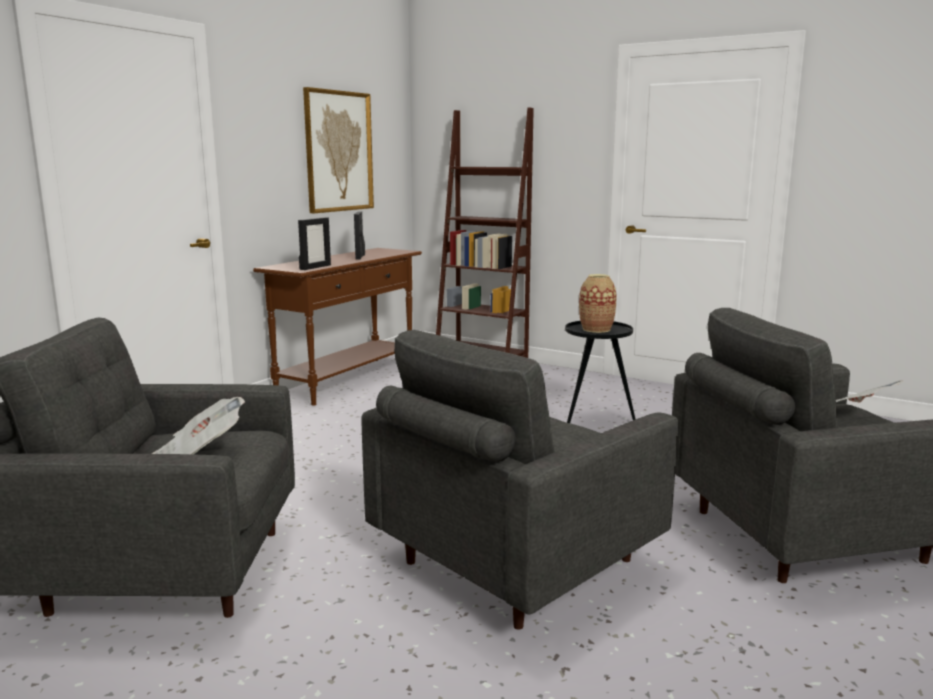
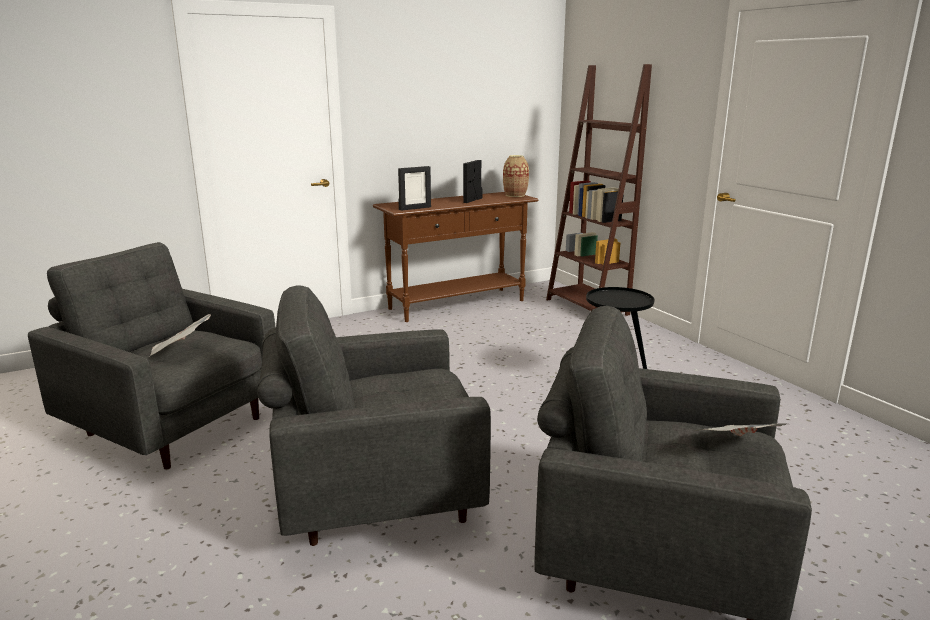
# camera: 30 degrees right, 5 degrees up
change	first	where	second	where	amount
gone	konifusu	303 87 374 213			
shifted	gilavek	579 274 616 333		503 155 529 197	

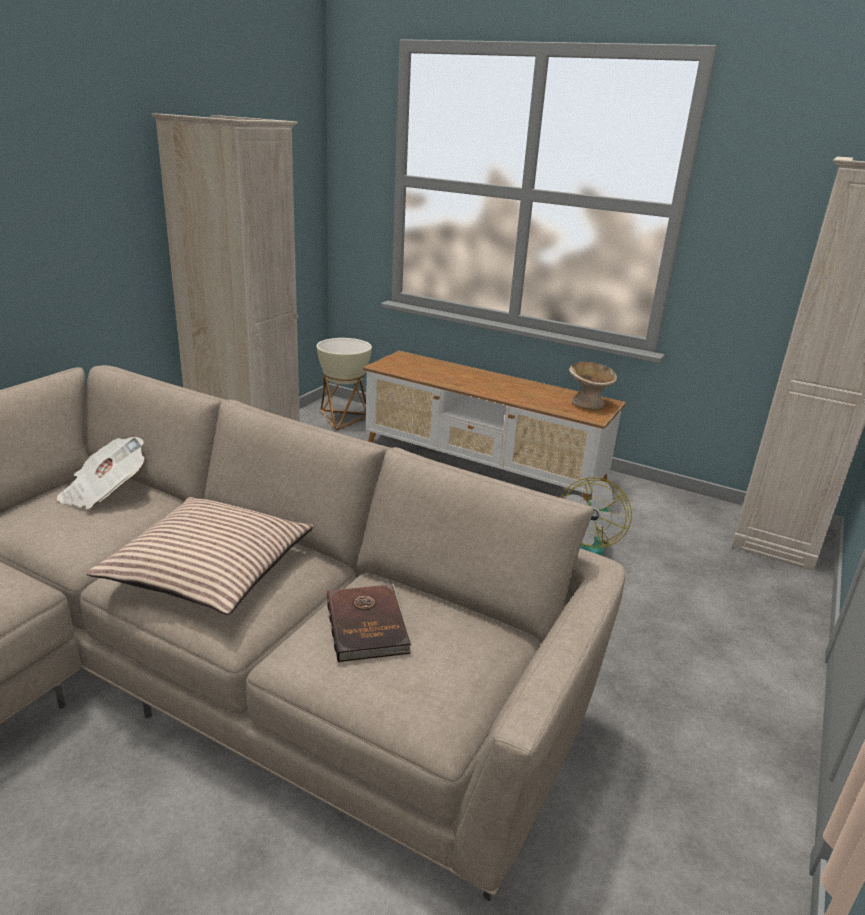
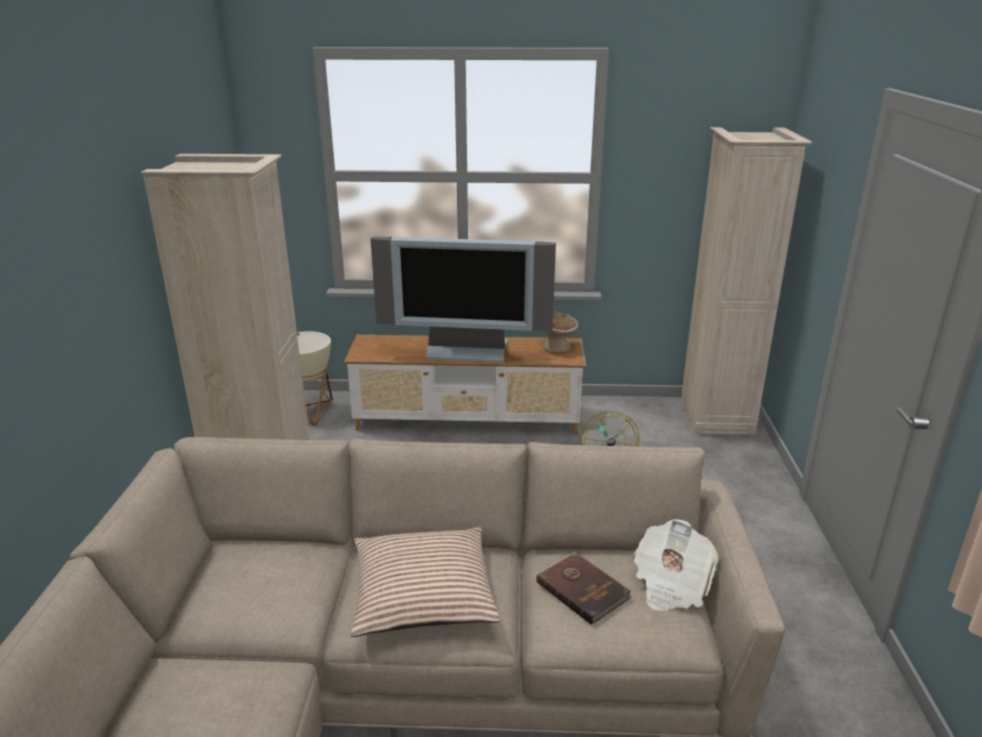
# camera: 25 degrees left, 0 degrees up
change	first	where	second	where	amount
shifted	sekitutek	57 437 144 509		633 519 719 611	
new			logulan	370 237 556 362	

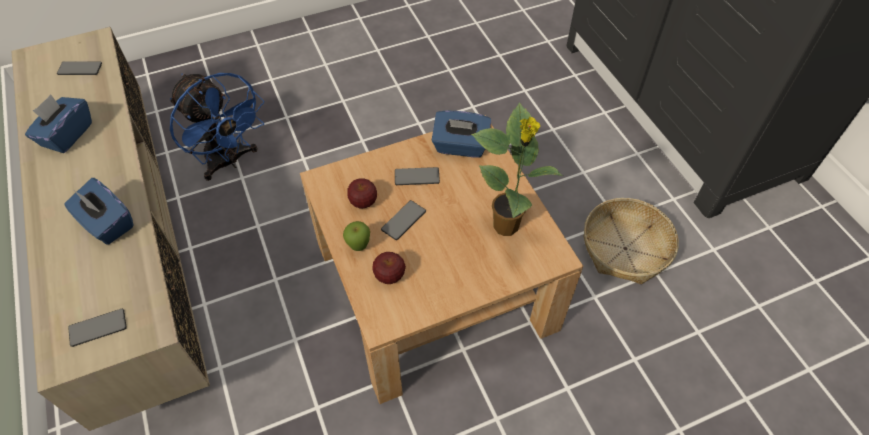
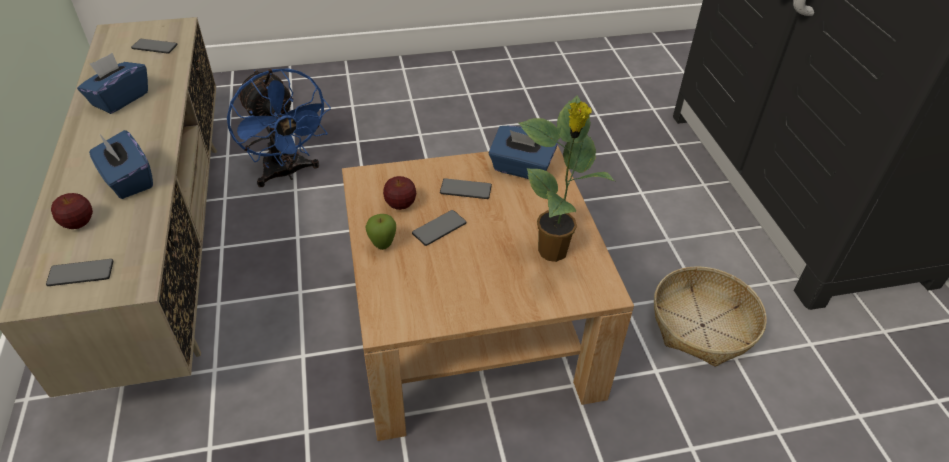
# camera: 10 degrees right, 10 degrees down
change	first	where	second	where	amount
shifted	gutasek	372 252 406 284		51 193 93 229	

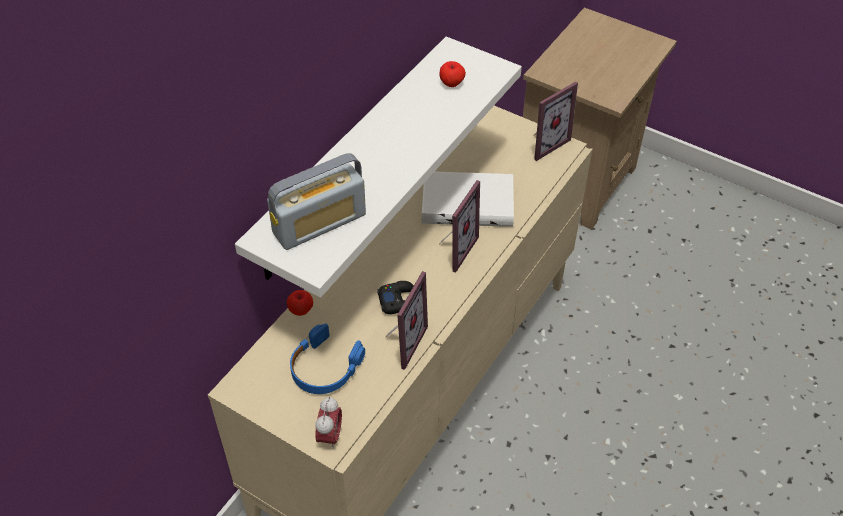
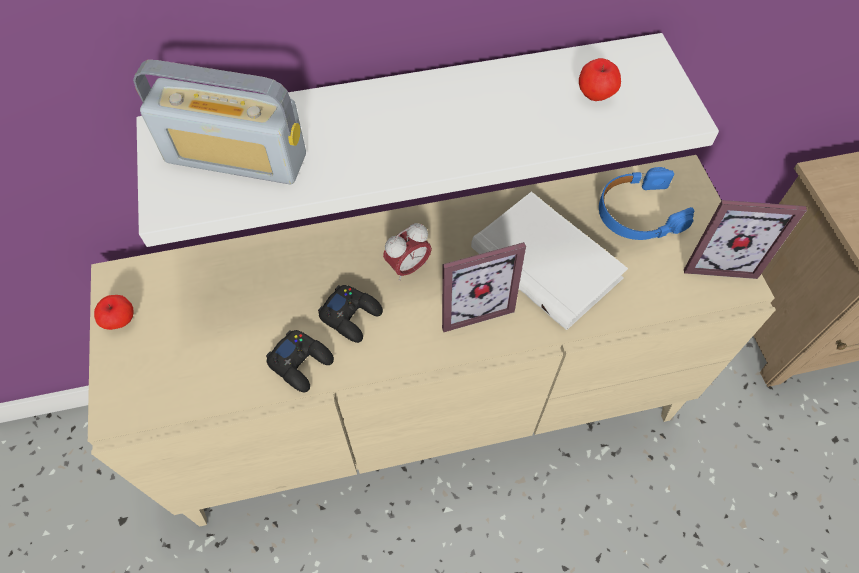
# camera: 45 degrees right, 10 degrees up
change	first	where	second	where	amount
shifted	gutasek	287 290 313 316		94 295 134 330	
shifted	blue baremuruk	290 323 365 394		599 167 694 240	
shifted	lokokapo	315 397 342 450		383 223 432 281	
swapped	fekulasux	386 271 428 370	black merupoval	266 330 334 392	

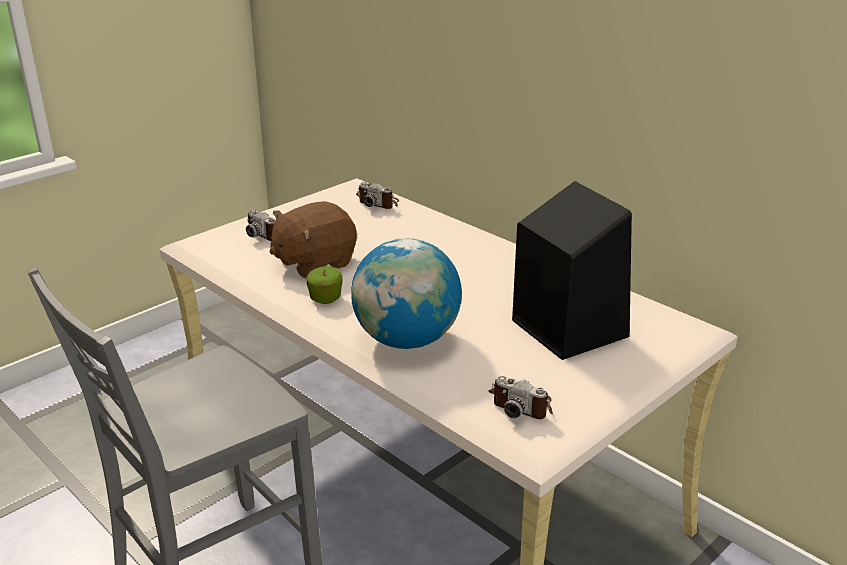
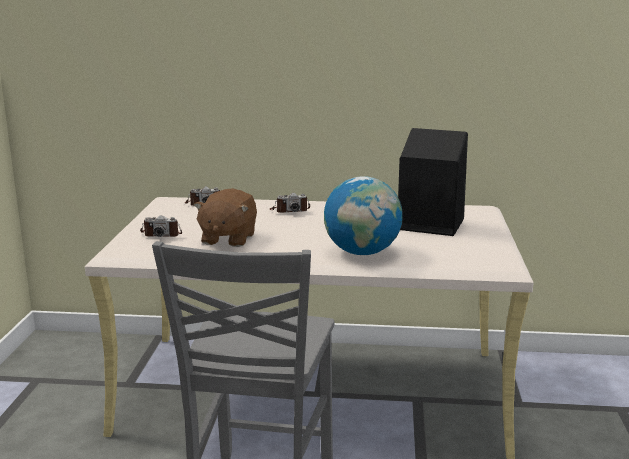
# camera: 40 degrees left, 10 degrees down
change	first	where	second	where	amount
gone	gutasek	307 266 343 304			
shifted	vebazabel	488 376 553 419		270 193 310 213	

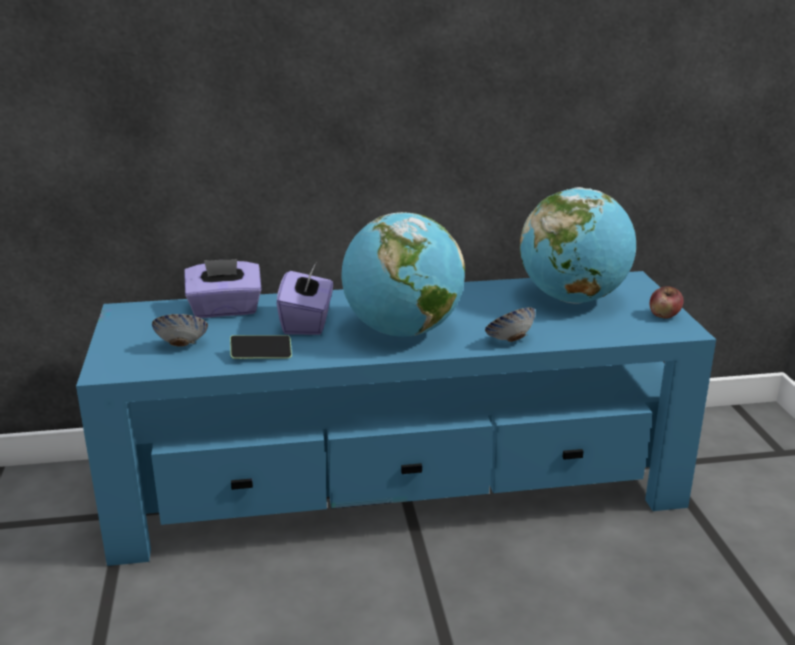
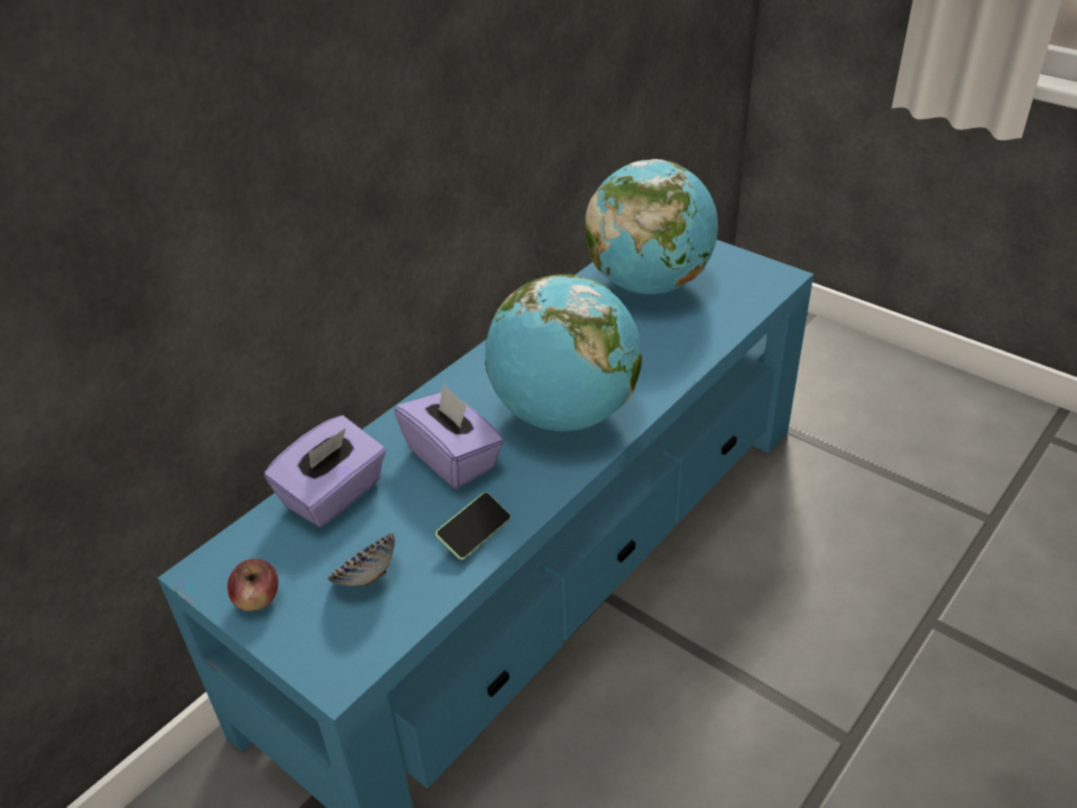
# camera: 40 degrees left, 15 degrees up
change	first	where	second	where	amount
gone	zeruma	485 307 536 342			
shifted	gutasek	650 286 683 319		227 559 278 611	

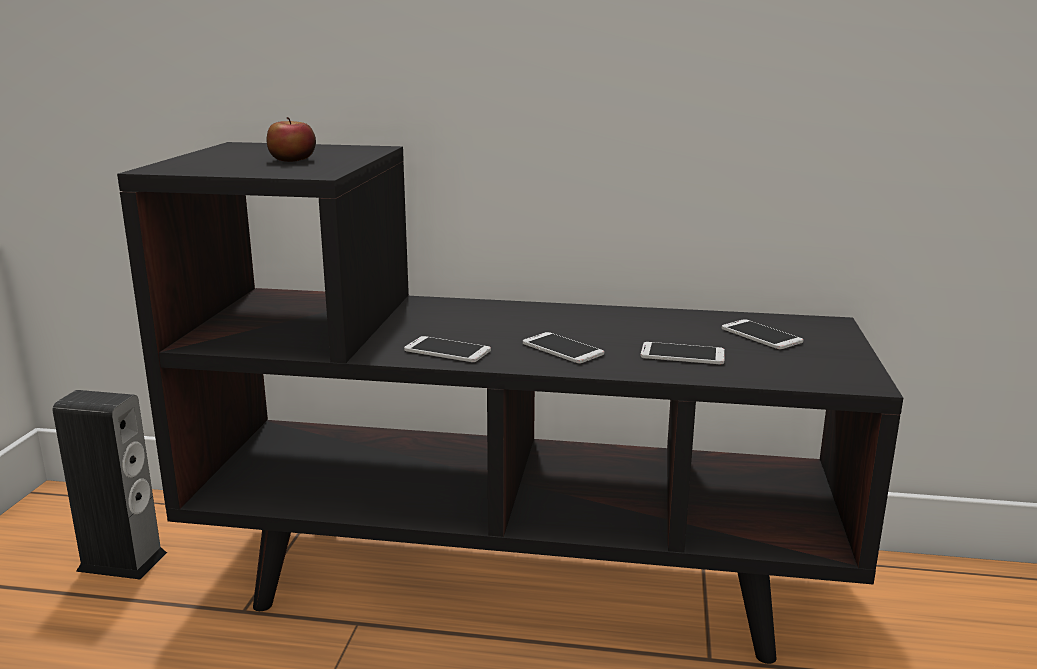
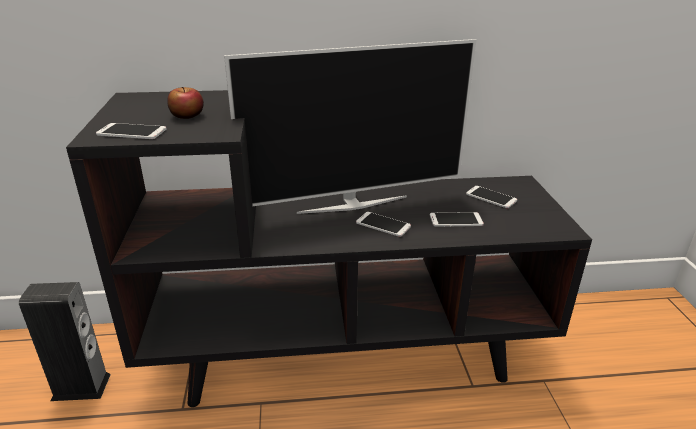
# camera: 15 degrees left, 10 degrees up
change	first	where	second	where	amount
shifted	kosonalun	404 336 491 362		96 123 167 139	
new			logulan	224 39 476 214	

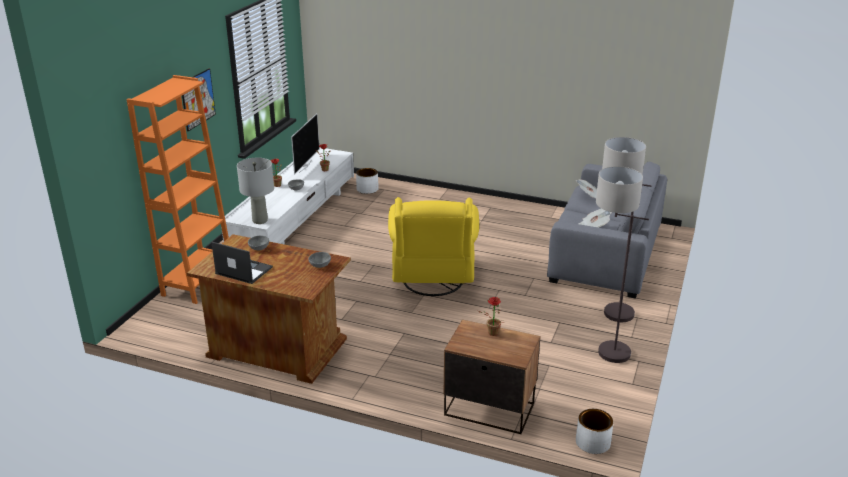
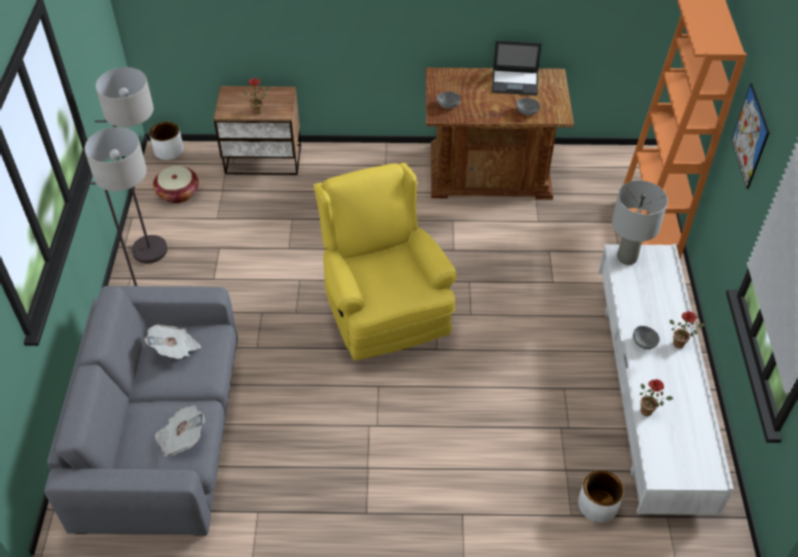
# camera: 160 degrees right, 20 degrees up
change	first	where	second	where	amount
gone	logulan	291 113 319 174			
new			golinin	153 166 199 203	

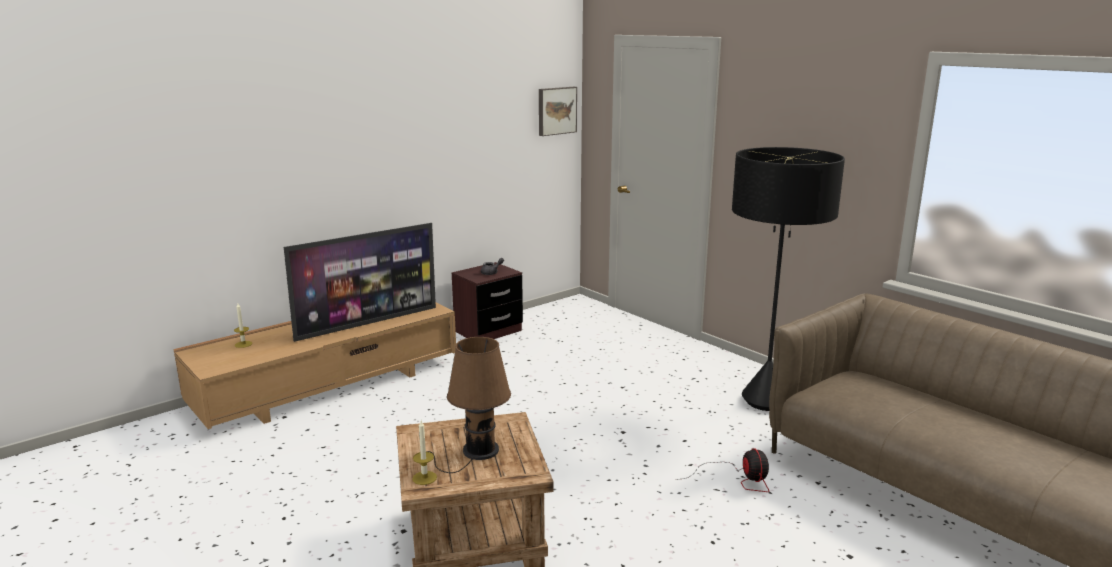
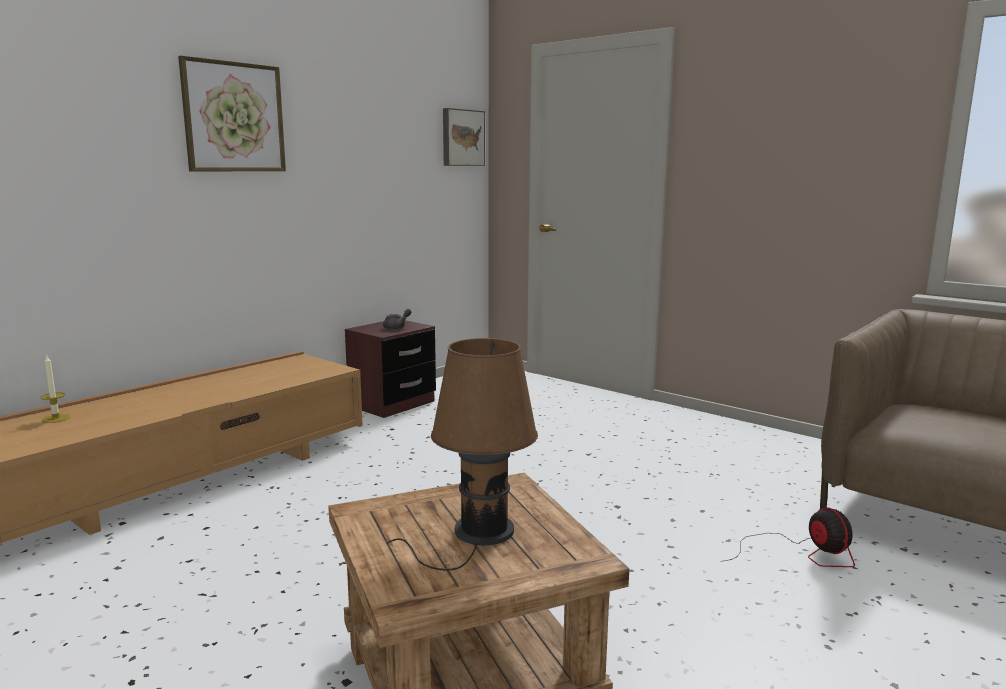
# camera: 10 degrees left, 5 degrees down
change	first	where	second	where	amount
gone	logulan	284 223 436 342			
gone	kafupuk	412 421 437 485			
gone	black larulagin	732 147 845 411			
new			konifusu	178 55 286 171	

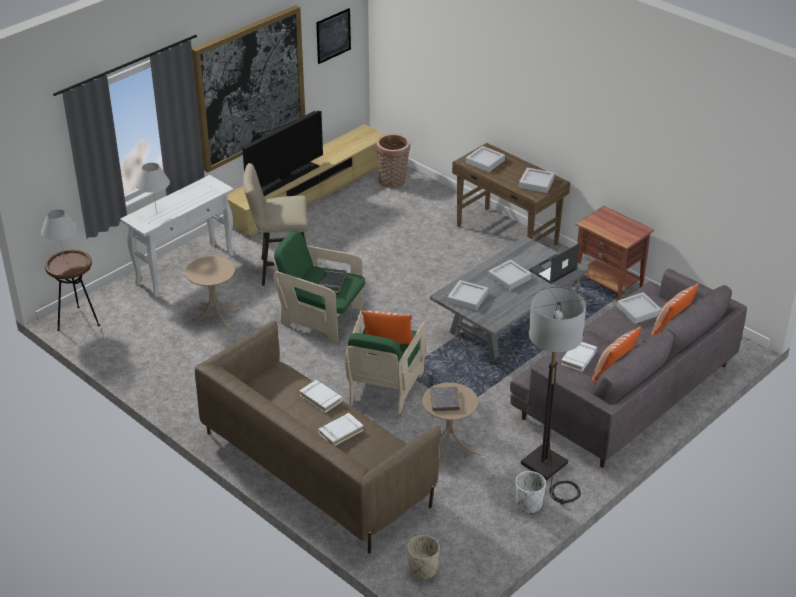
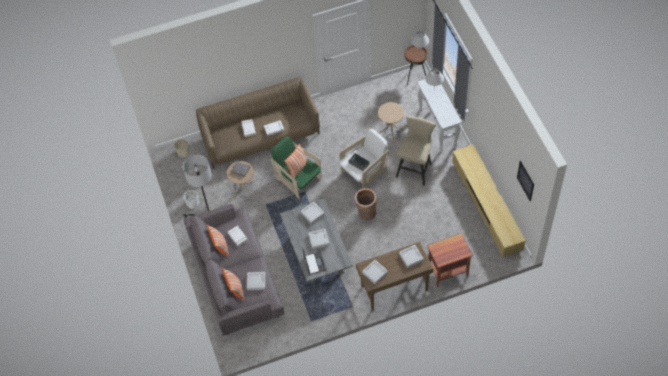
# camera: 120 degrees right, 20 degrees up
change	first	where	second	where	amount
gone	konifusu	192 5 305 172			
gone	logulan	242 111 323 196			
repainted	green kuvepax	273 231 365 343	white kuvepax	339 129 389 189	
shifted	golinin	376 134 410 188		355 188 377 220	
shifted	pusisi	573 206 654 301		427 233 473 287	

